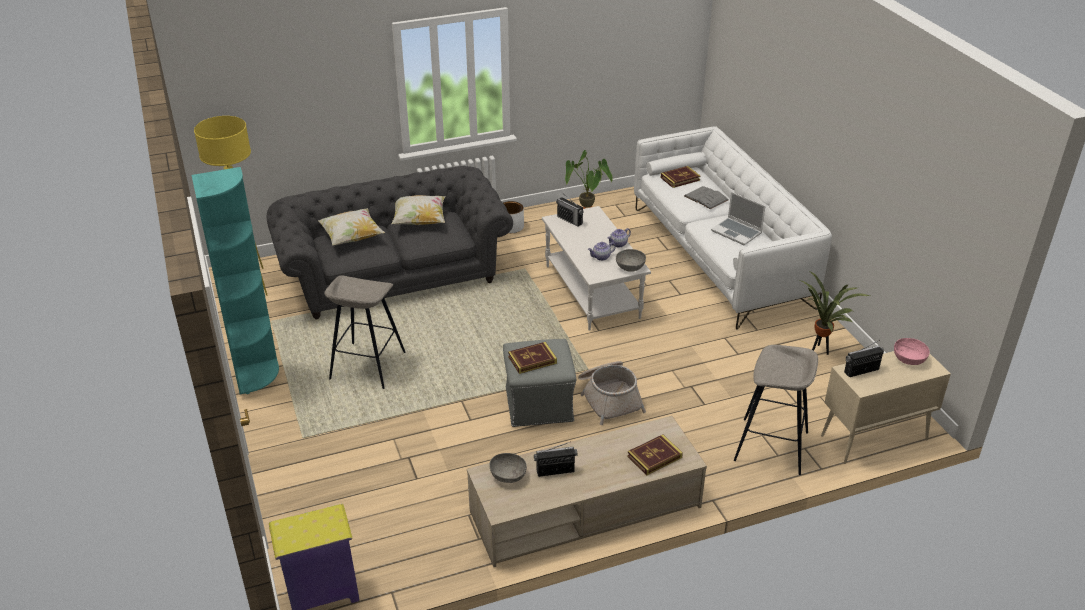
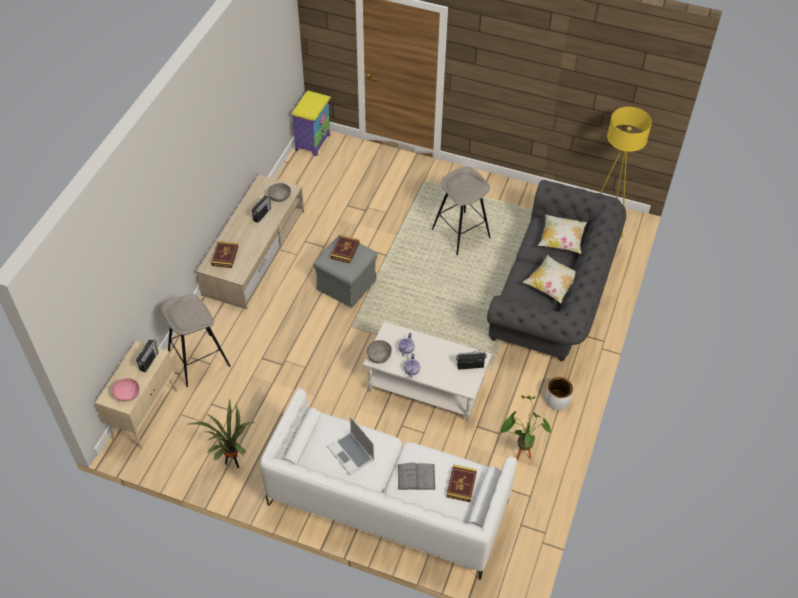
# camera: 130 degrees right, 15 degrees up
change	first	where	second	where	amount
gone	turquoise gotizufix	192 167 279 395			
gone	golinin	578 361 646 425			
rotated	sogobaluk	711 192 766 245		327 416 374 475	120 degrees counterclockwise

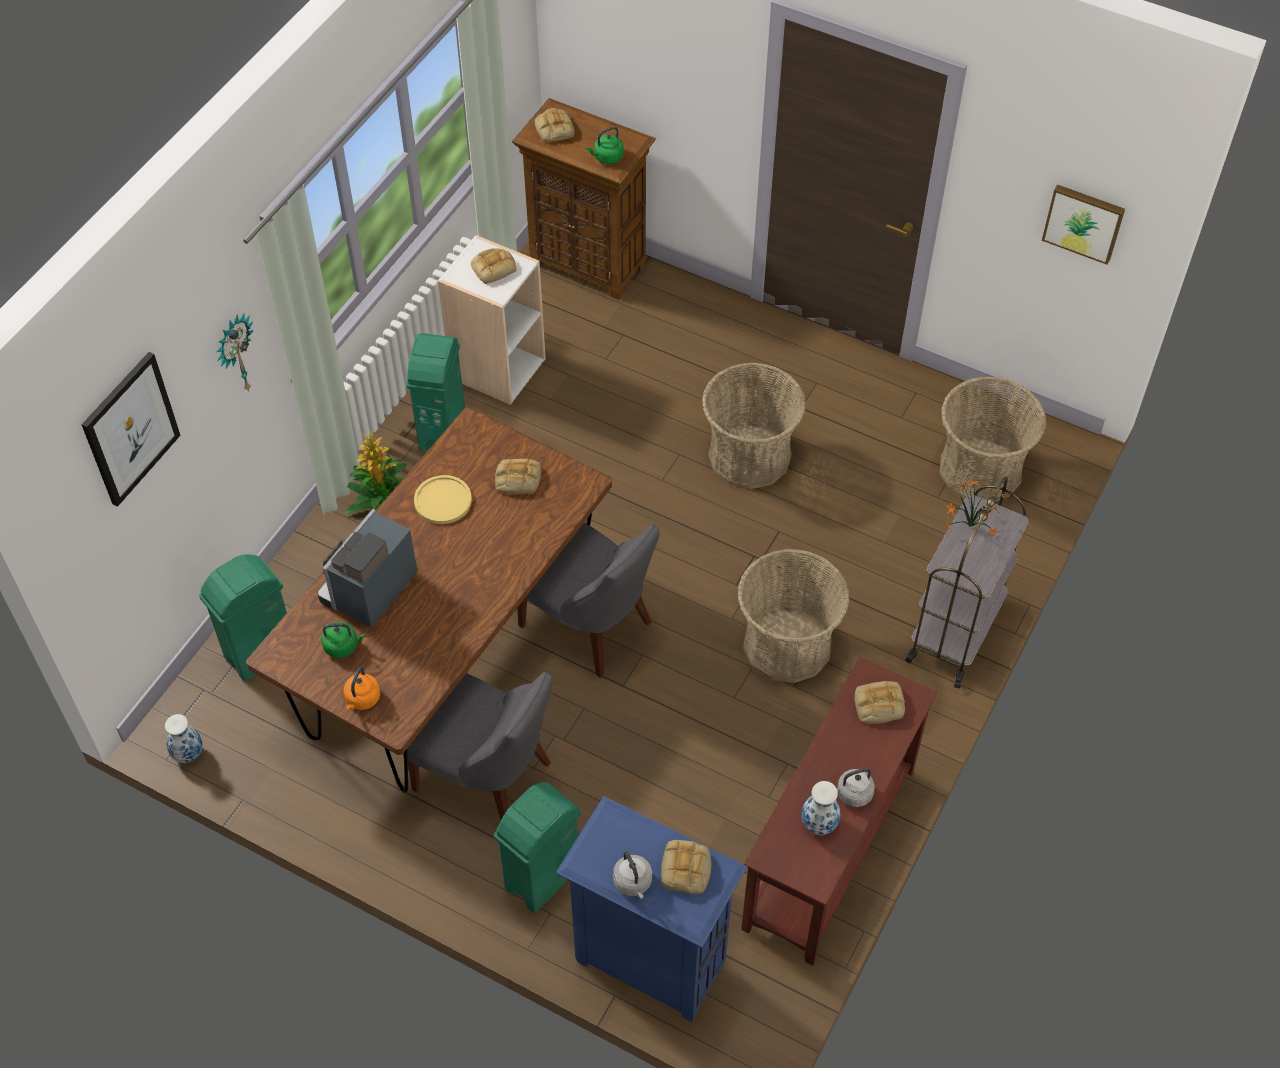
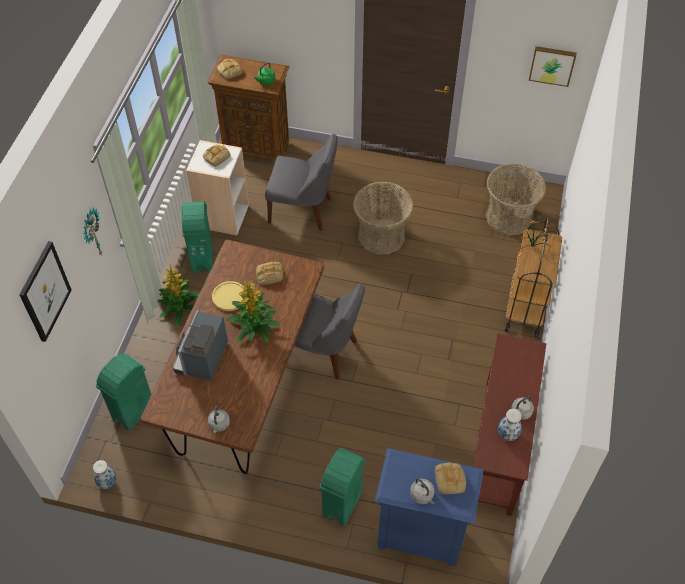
# camera: 15 degrees left, 0 degrees up
change	first	where	second	where	amount
gone	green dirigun	321 622 366 658			
repainted	orange dirigun	343 667 380 710	grey dirigun	207 406 230 433	
shifted	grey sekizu	403 672 553 820		265 134 337 231	
gone	golinin	737 549 850 683			
gone	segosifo	855 681 905 724			
repainted	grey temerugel	905 477 1029 688	brown temerugel	505 215 562 340	
new			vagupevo	227 279 280 342	

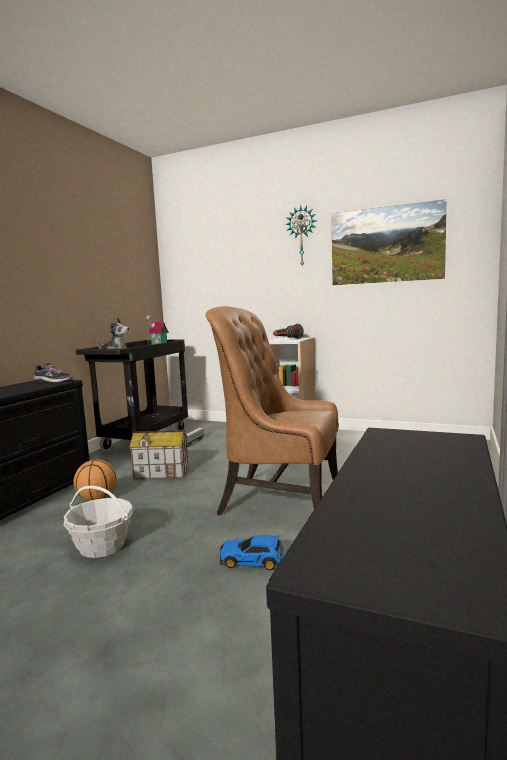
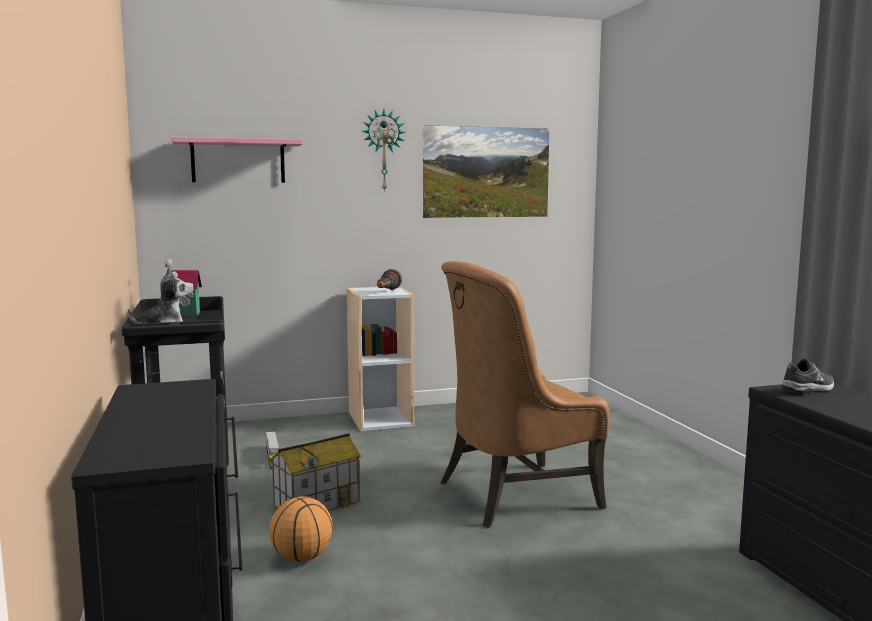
# camera: 40 degrees left, 0 degrees up
change	first	where	second	where	amount
shifted	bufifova	33 363 73 382		782 358 834 394	
gone	golinin	64 486 133 558			
gone	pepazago	220 535 284 570			
new			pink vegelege	171 137 303 183	

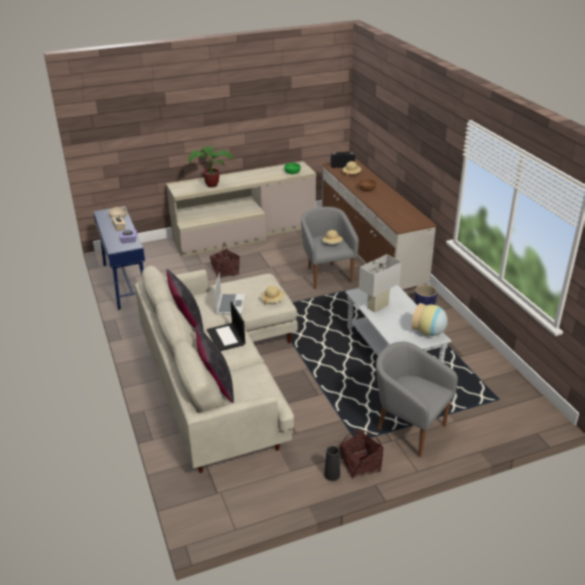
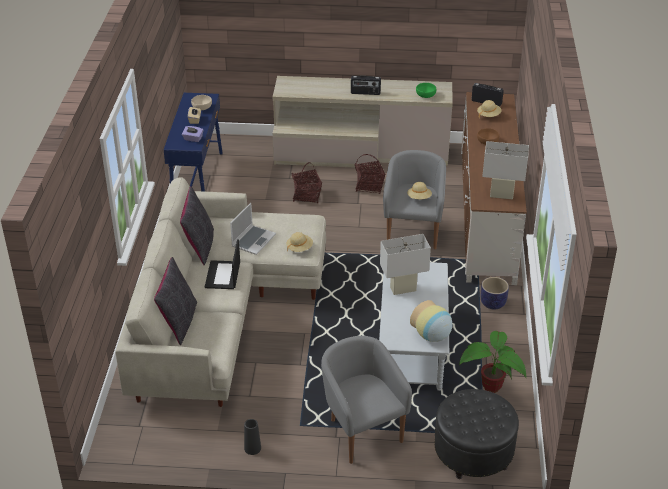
# camera: 25 degrees right, 5 degrees up
change	first	where	second	where	amount
shifted	vagupevo	189 146 234 188		459 331 526 393	
shifted	golinin	340 430 383 479		354 154 385 194	
new			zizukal	351 76 381 95	
new			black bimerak	435 389 519 479	
new			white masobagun	482 141 529 199	

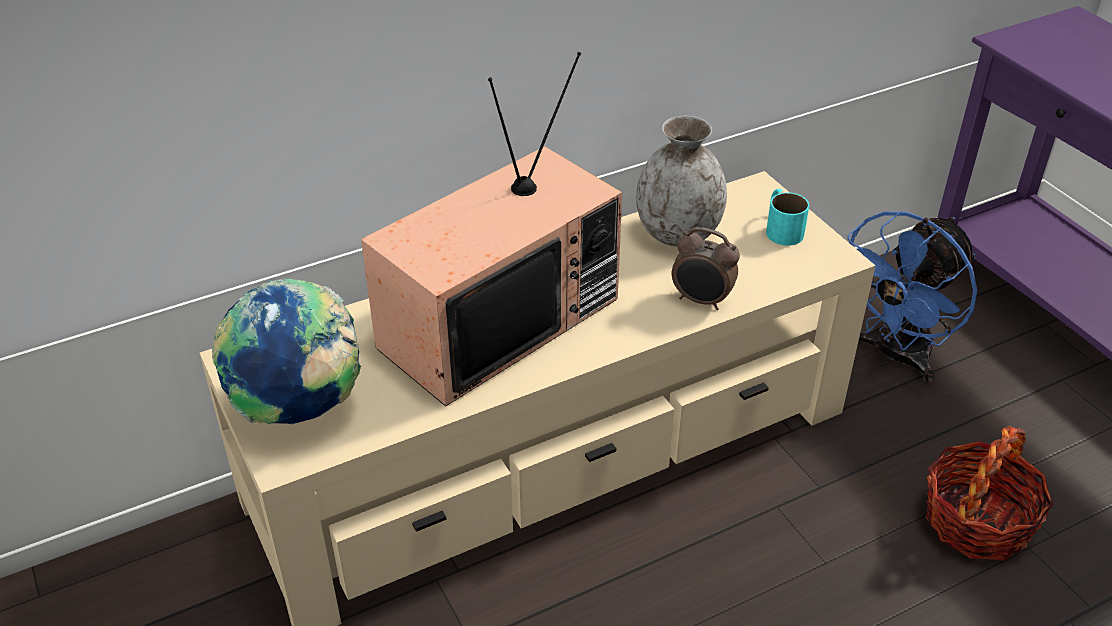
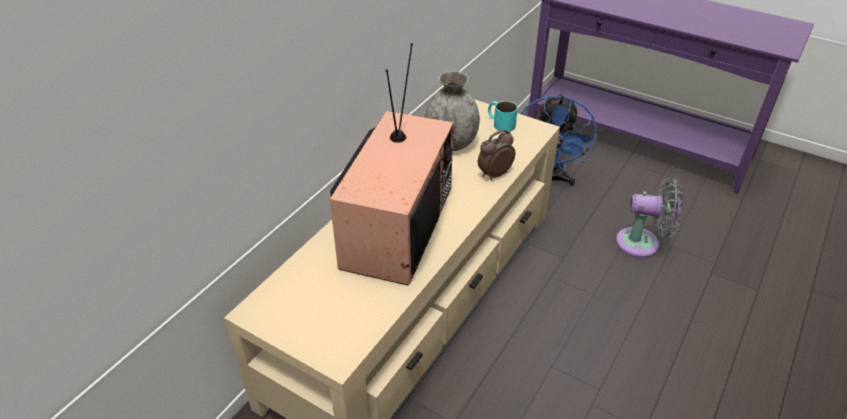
# camera: 30 degrees left, 0 degrees up
change	first	where	second	where	amount
gone	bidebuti	212 279 361 424			
rotated	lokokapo	672 227 740 310		478 129 515 181	150 degrees clockwise
swapped	golinin	926 426 1054 561	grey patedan	616 178 683 258	

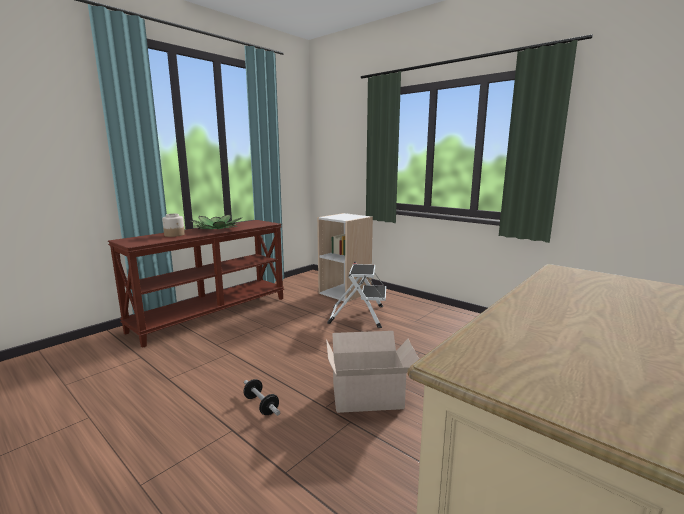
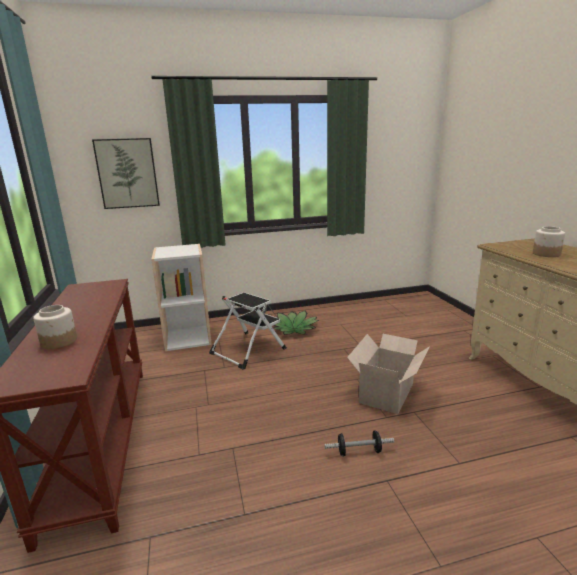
# camera: 55 degrees left, 5 degrees up
change	first	where	second	where	amount
shifted	vagupevo	189 214 243 229		273 311 319 335	
new			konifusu	92 138 160 209	
new			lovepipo	533 226 565 257	

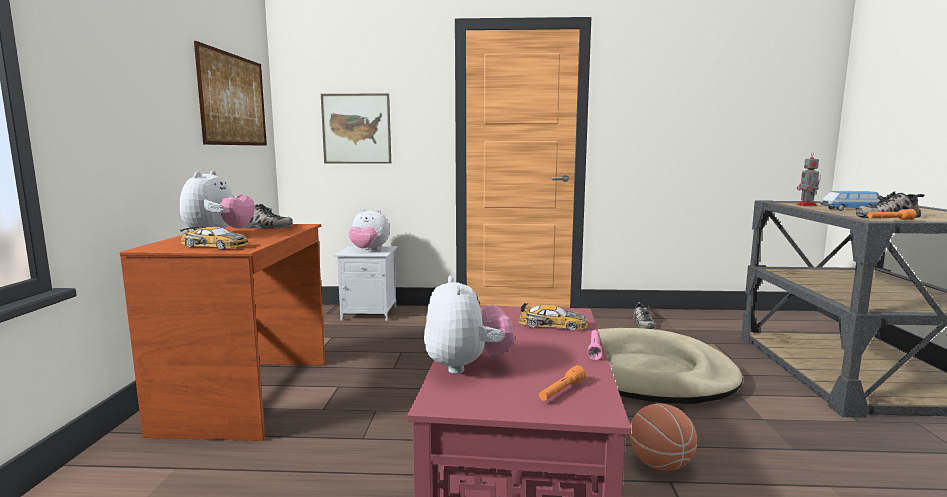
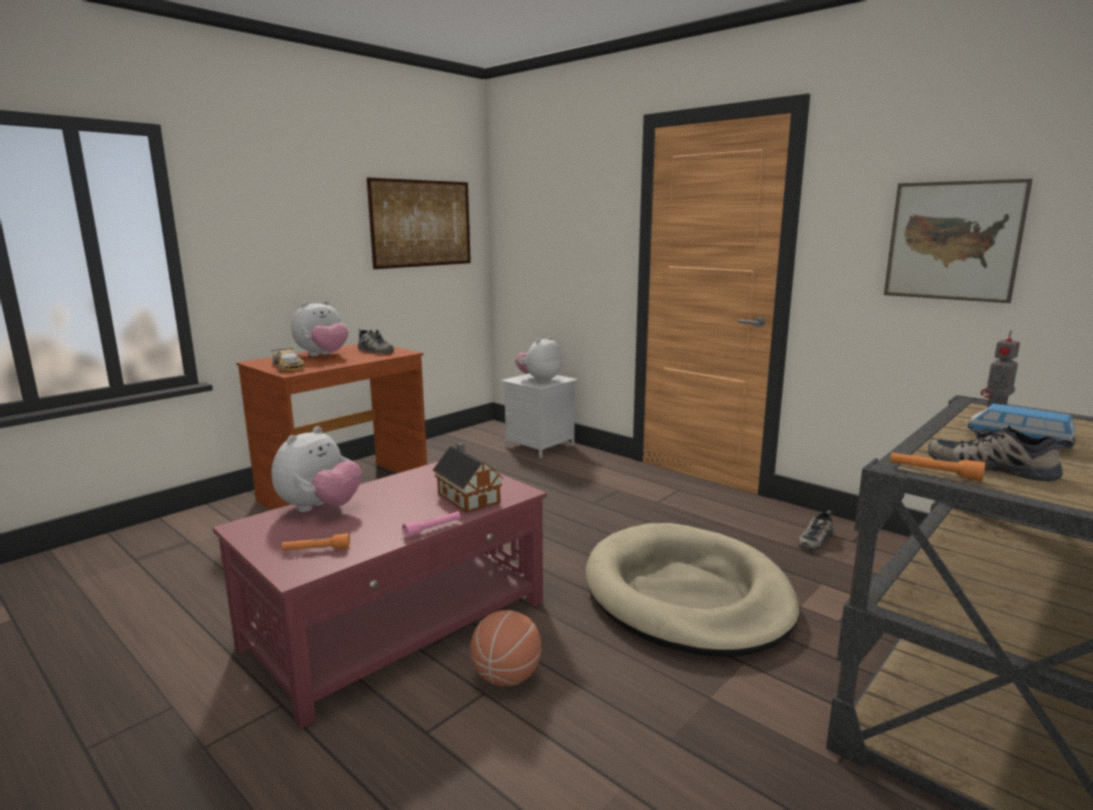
# camera: 40 degrees right, 5 degrees up
change	first	where	second	where	amount
shifted	konifusu	321 94 391 164		884 179 1032 303	
rotated	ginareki	348 209 390 250		515 336 562 383	75 degrees clockwise
swapped	pepazago	519 303 588 331	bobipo	433 442 504 513	

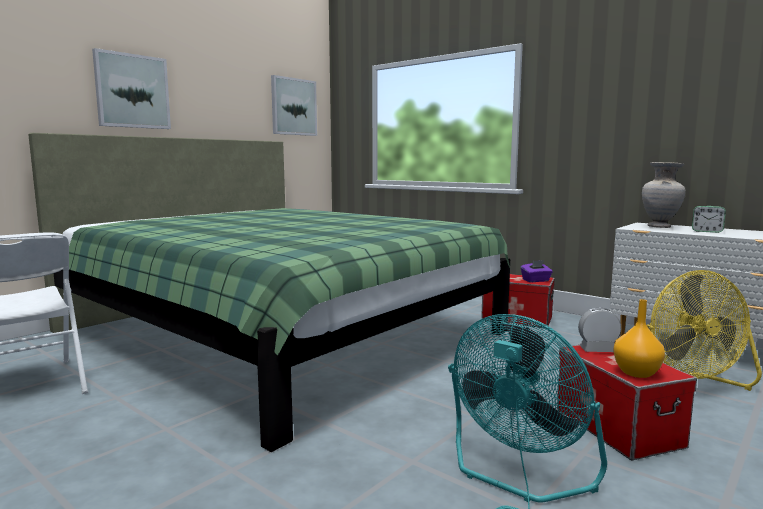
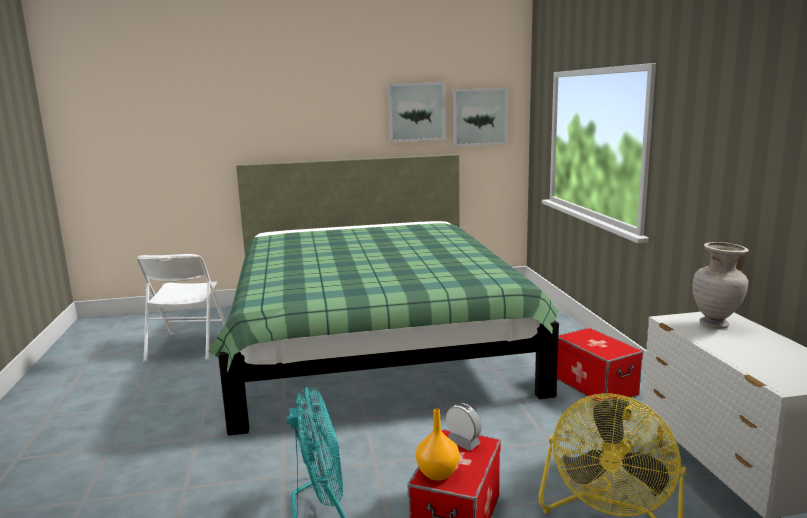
# camera: 40 degrees right, 5 degrees up
change	first	where	second	where	amount
shifted	konifusu	92 48 171 129		388 82 445 142	
gone	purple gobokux	521 260 553 282			
gone	lokokapo	692 206 726 233			

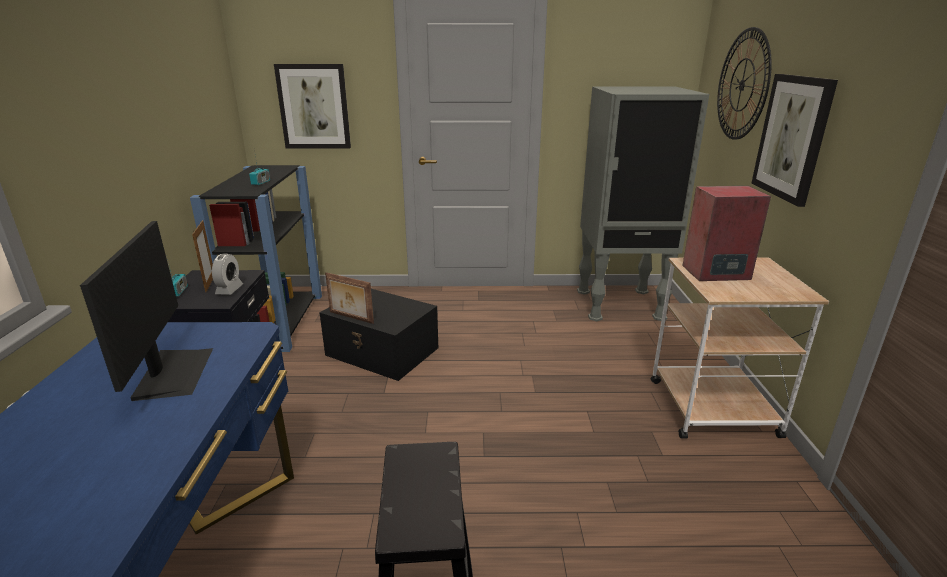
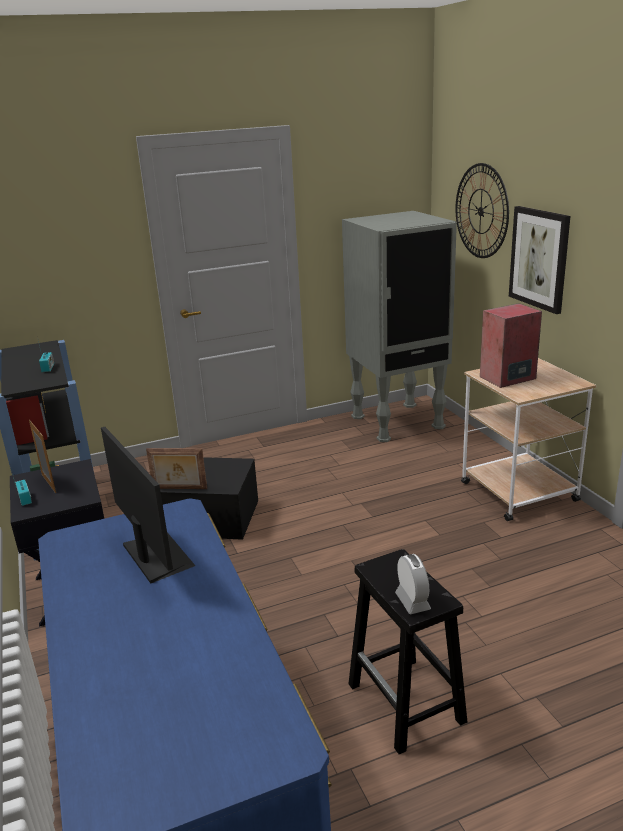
# camera: 20 degrees left, 0 degrees up
change	first	where	second	where	amount
shifted	lokokapo	212 253 243 295		395 554 431 614	
gone	konifusu	274 64 351 148			

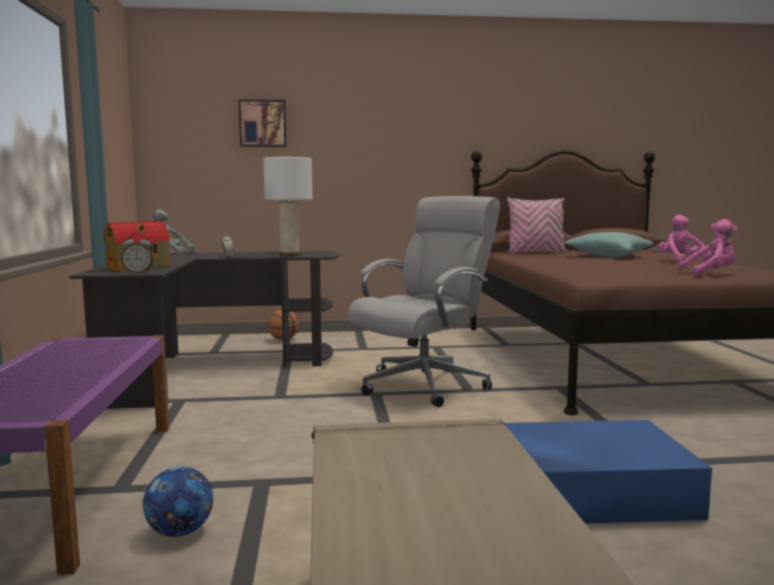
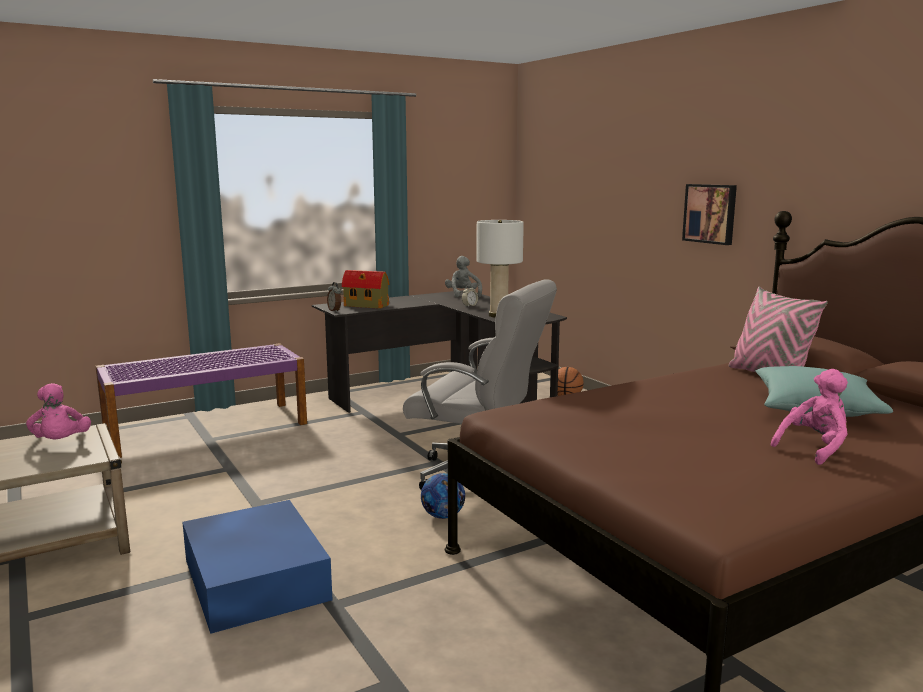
# camera: 65 degrees right, 5 degrees up
change	first	where	second	where	amount
shifted	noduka	143 466 213 537		421 473 465 519	
shifted	konifusu	239 100 286 147		682 184 737 245	
shifted	pink ginareki	678 219 738 277		26 383 91 439	

